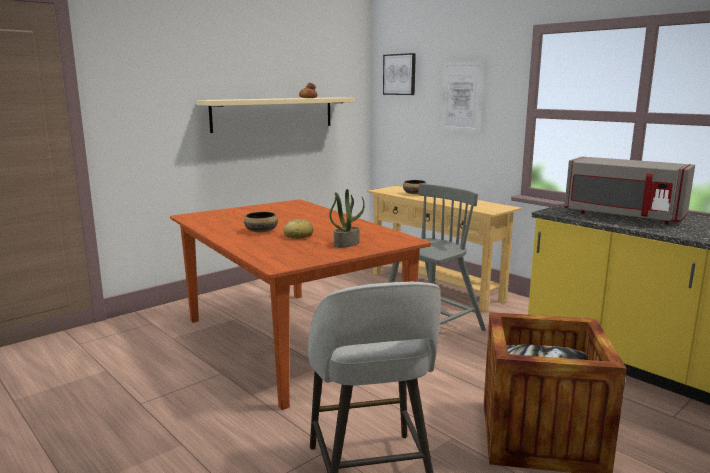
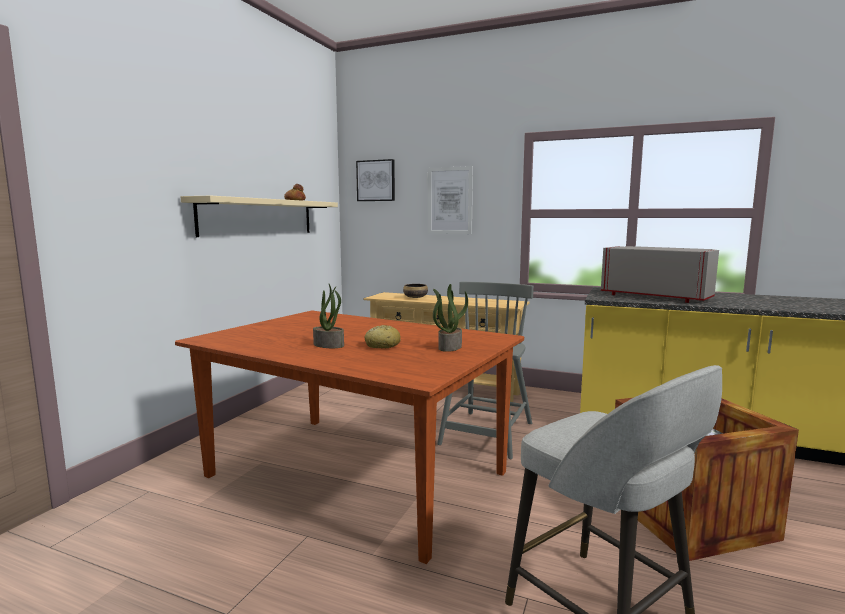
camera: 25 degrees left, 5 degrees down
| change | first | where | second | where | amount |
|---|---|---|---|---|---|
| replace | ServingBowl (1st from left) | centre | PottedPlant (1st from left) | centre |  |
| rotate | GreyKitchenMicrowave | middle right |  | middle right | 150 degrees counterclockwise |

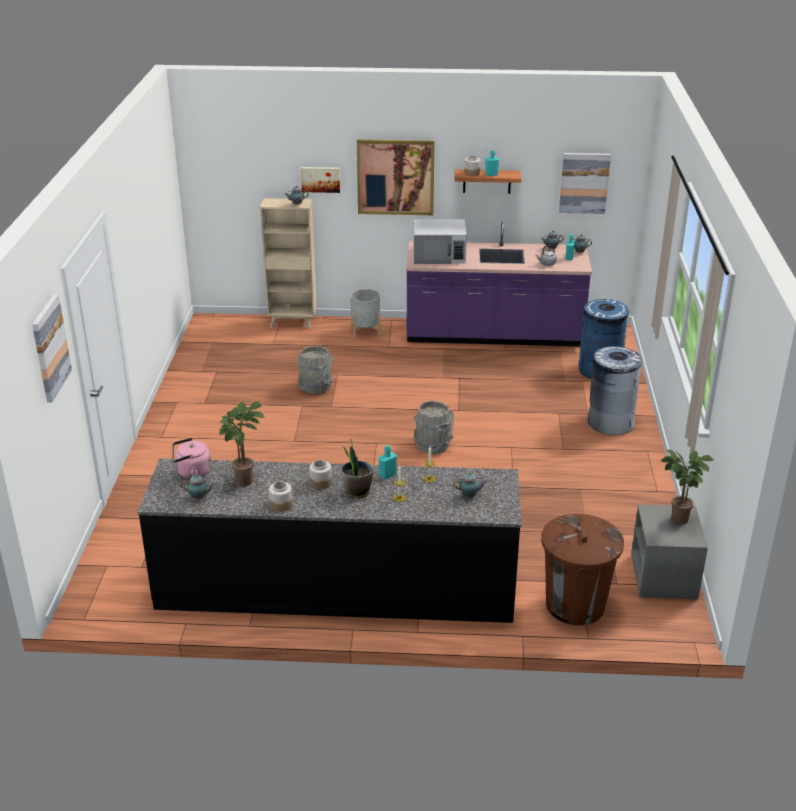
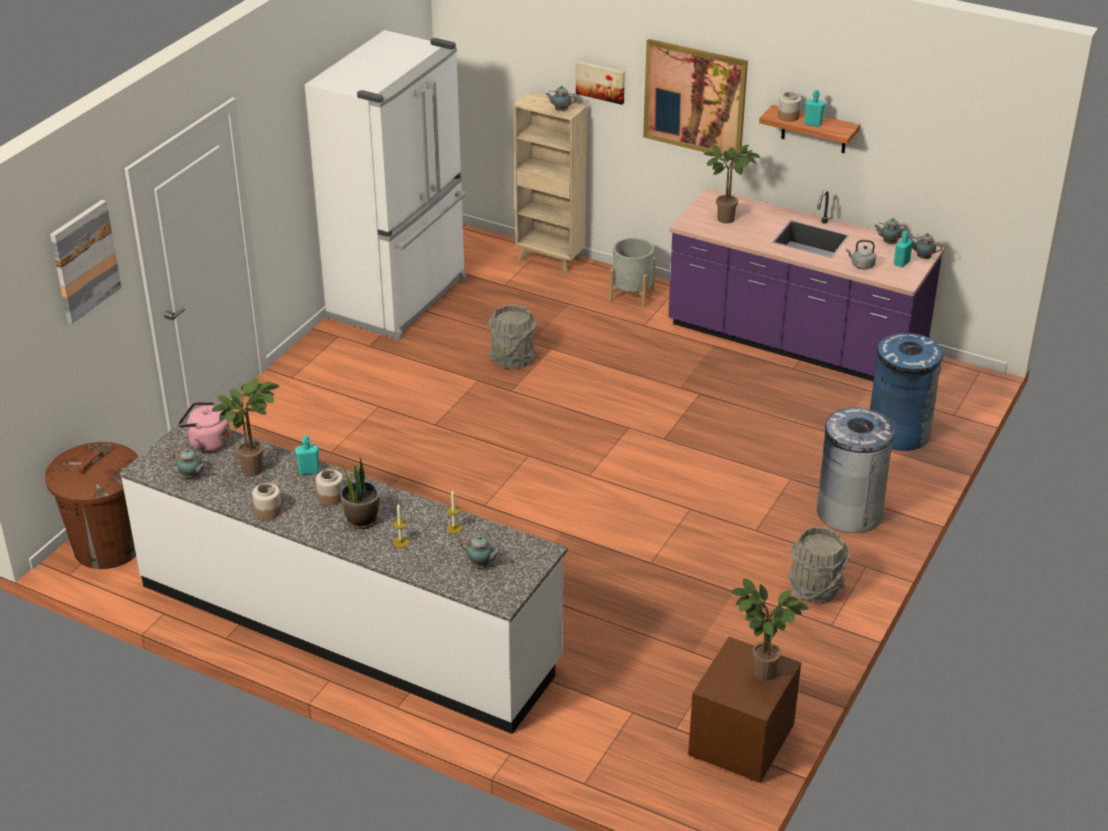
camera: 25 degrees right, 5 degrees up
| change | first | where | second | where | amount |
|---|---|---|---|---|---|
| delete | Picture (4th from left) | top right |  |  |  |
| insert |  |  | WhiteColouredFridge | top centre |  |
| move | BlueGreenDrinkBottle (1st from left) | centre |  | middle left |  |
| move | GreyBucket (2nd from left) | centre |  | bottom right |  |
| move | BrownTrashCan | bottom right |  | middle left |  |
| replace | WhiteColouredKitchenMicrowave | top centre | PottedPlant (3rd from left) | top centre |  |
| recolor | BlackColouredKitchenBaseUnit | centre | WhiteColouredKitchenBaseUnit | bottom left |  |
| recolor | GreyNightstand | bottom right | BrownNightstand | bottom right |  |

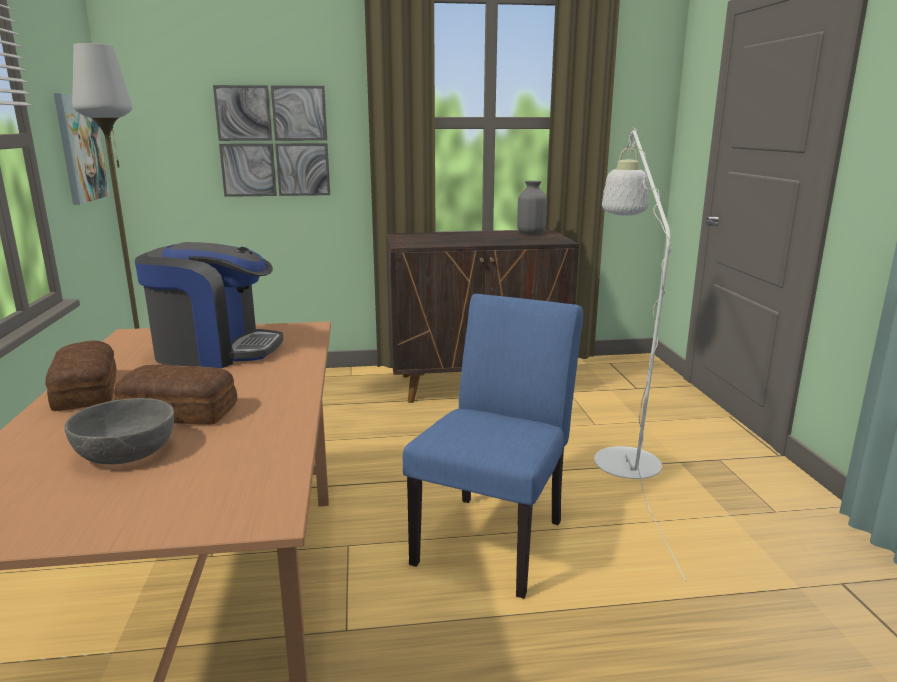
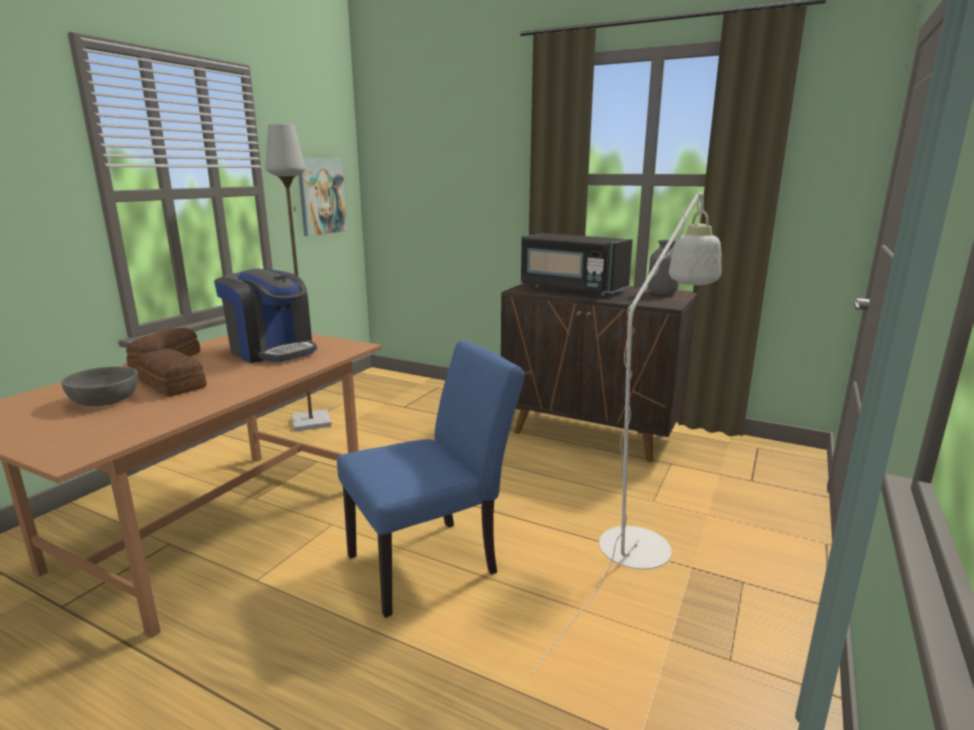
camera: 35 degrees right, 0 degrees up
| change | first | where | second | where | amount |
|---|---|---|---|---|---|
| delete | Picture (2nd from left) | top left |  |  |  |
| insert |  |  | BlackColouredKitchenMicrowave | centre |  |

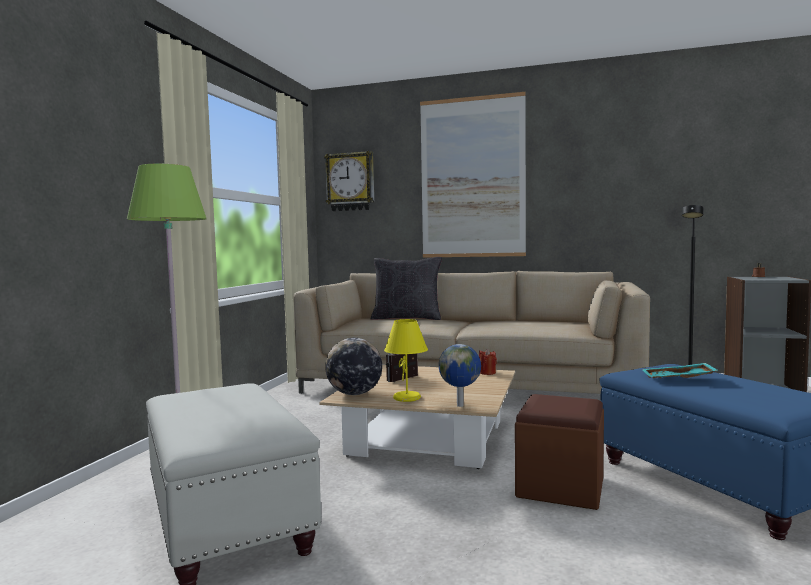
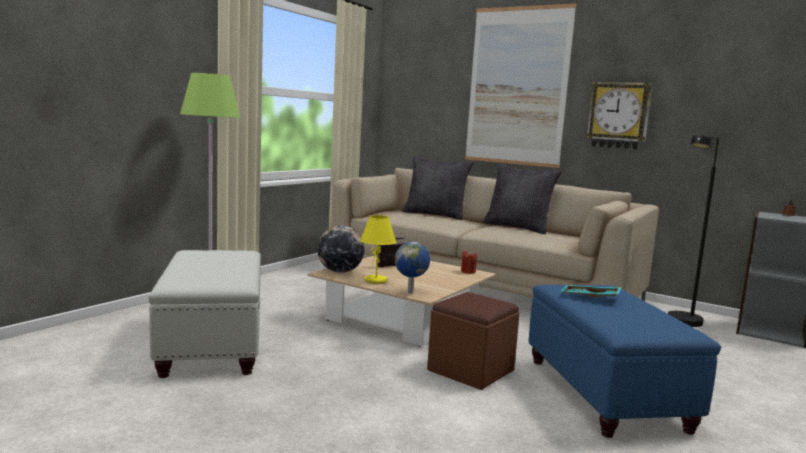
camera: 15 degrees right, 5 degrees up
| change | first | where | second | where | amount |
|---|---|---|---|---|---|
| insert |  |  | BlackColouredThrowPillow (2nd from left) | centre |  |
| move | HangingClock | top centre |  | top right |  |

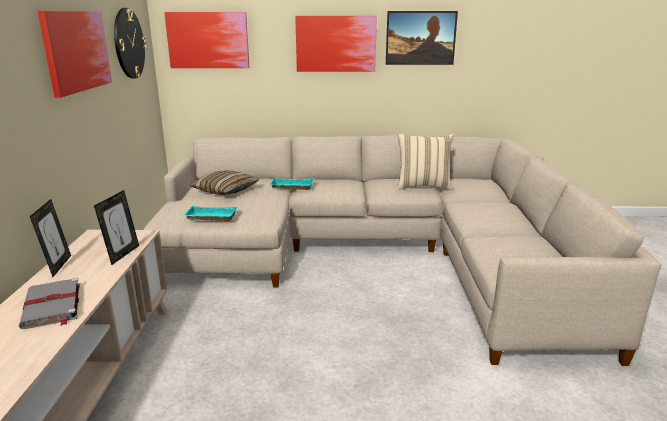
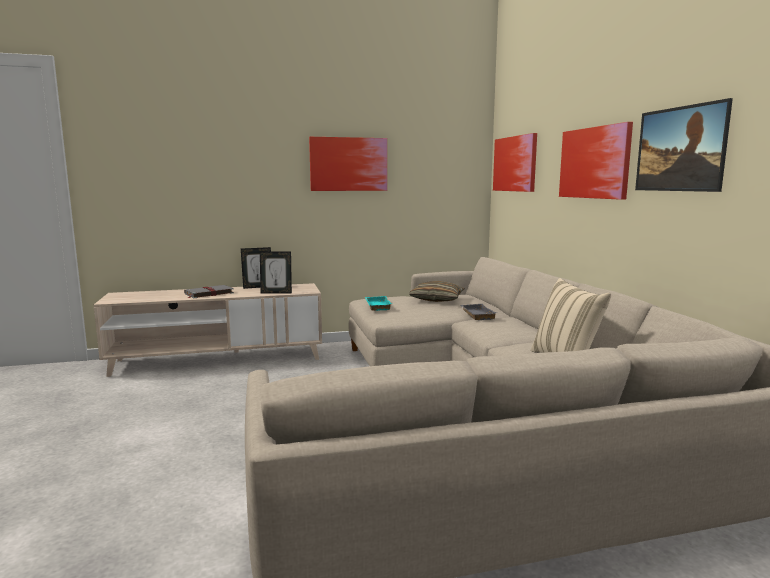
camera: 75 degrees right, 10 degrees down
| change | first | where | second | where | amount |
|---|---|---|---|---|---|
| delete | HangingClock | top left |  |  |  |
| recolor | BlueGreenCarryingTray (2nd from left) | centre | GreyCarryingTray | centre |  |

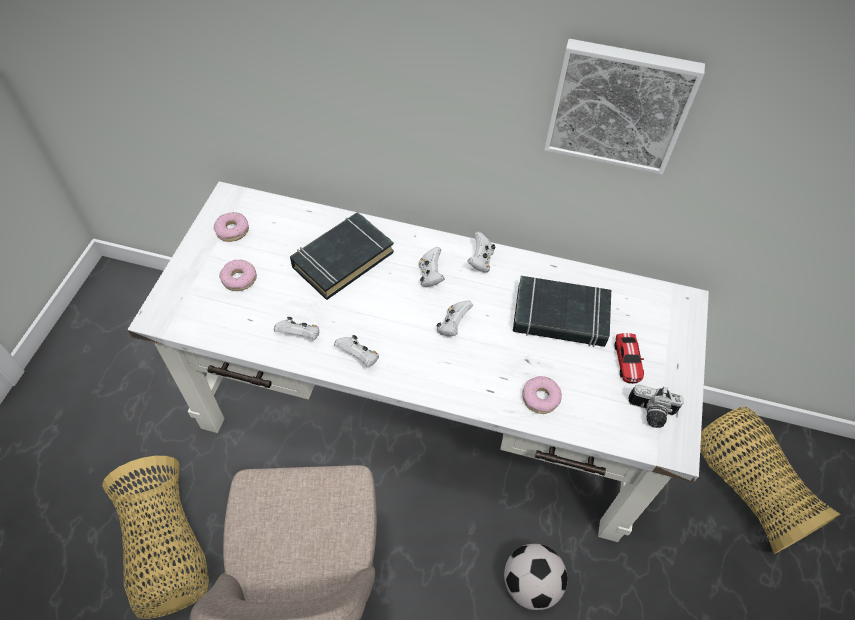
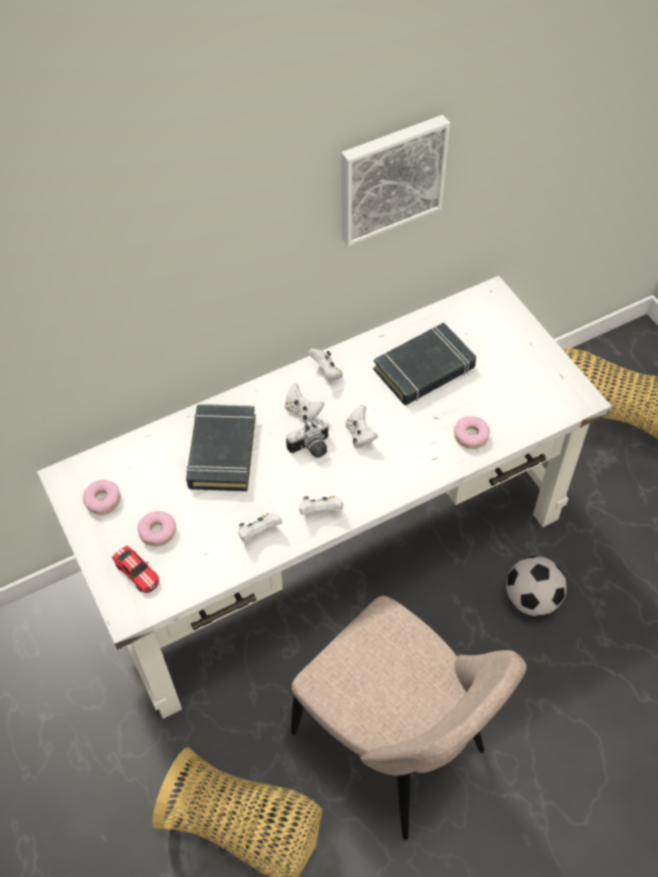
camera: 40 degrees left, 0 degrees up
| change | first | where | second | where | amount |
|---|---|---|---|---|---|
| move | ModelCar | middle right |  | middle left |  |
| move | StillCamera | middle right |  | centre |  |

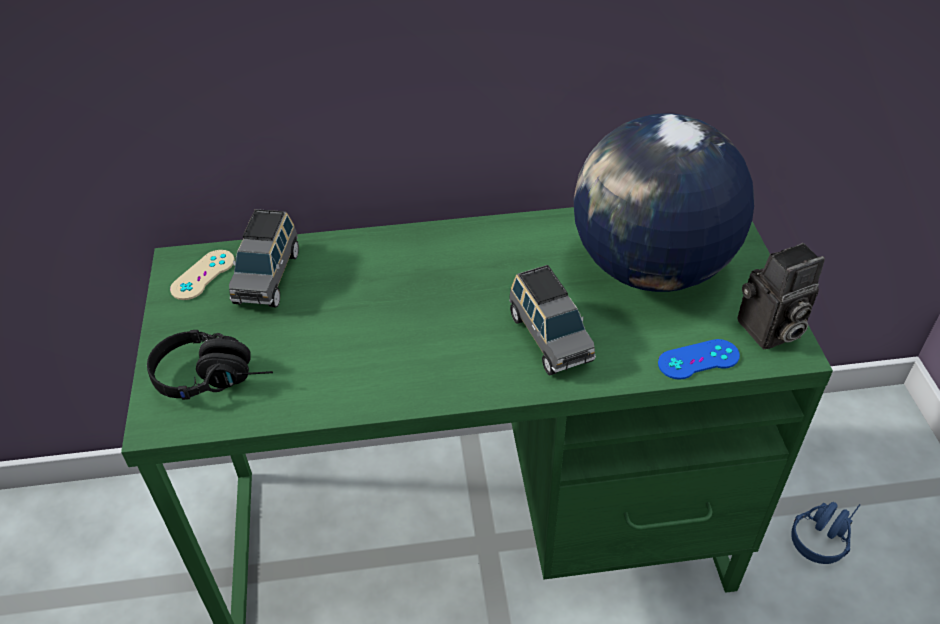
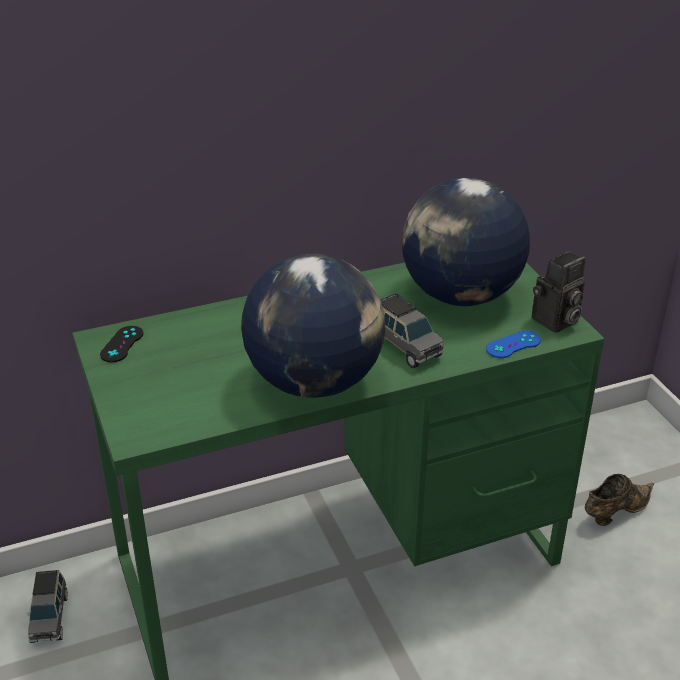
camera: 15 degrees left, 10 degrees down
| change | first | where | second | where | amount |
|---|---|---|---|---|---|
| delete | BlackColouredHeadset | middle left |  |  |  |
| insert |  |  | Globe (1st from left) | centre |  |
| move | GreyModelCar (1st from left) | middle left |  | bottom left |  |
| replace | BlueColouredHeadset | bottom right | BrownItemOfFootwear | bottom right |  |
| recolor | BeigeColouredGameController | middle left | BlackColouredGameController | middle left |  |

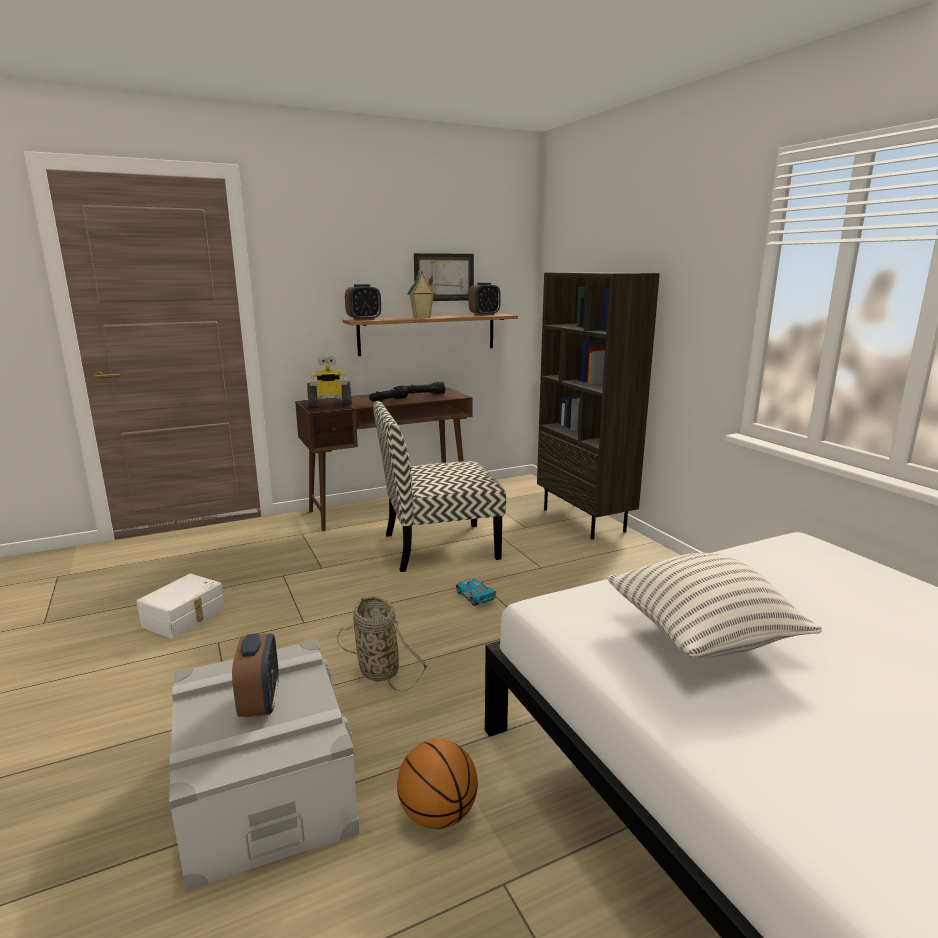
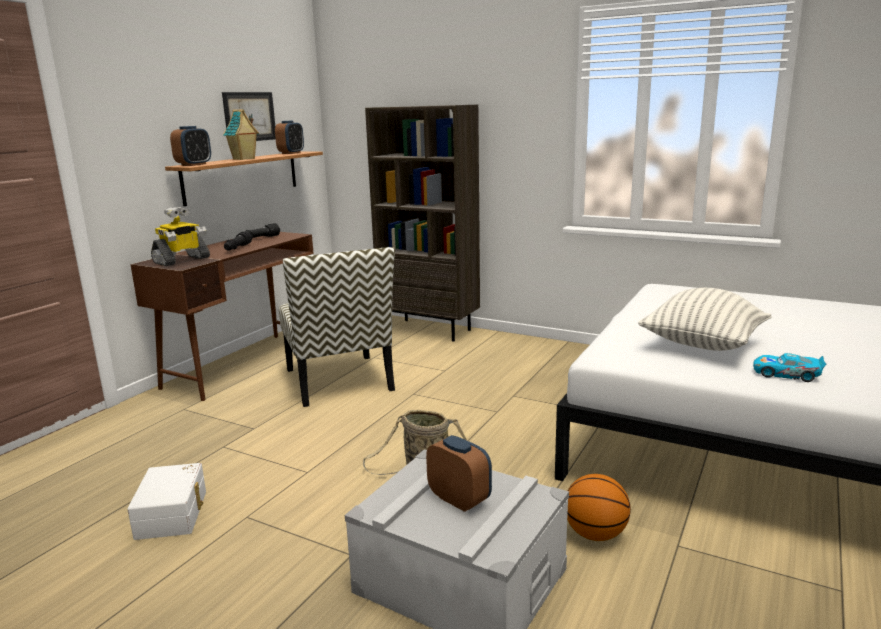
camera: 35 degrees left, 0 degrees up
| change | first | where | second | where | amount |
|---|---|---|---|---|---|
| move | ModelCar | centre |  | middle right |  |
| rotate | PlainChair | centre |  | centre | 60 degrees counterclockwise |

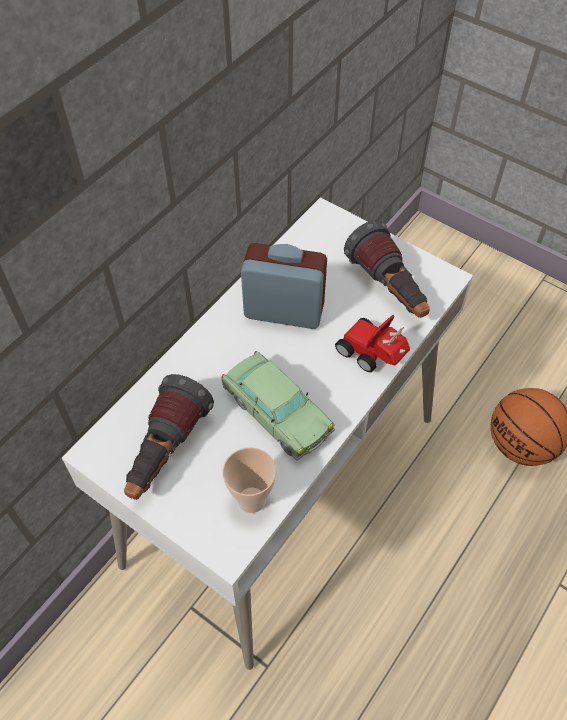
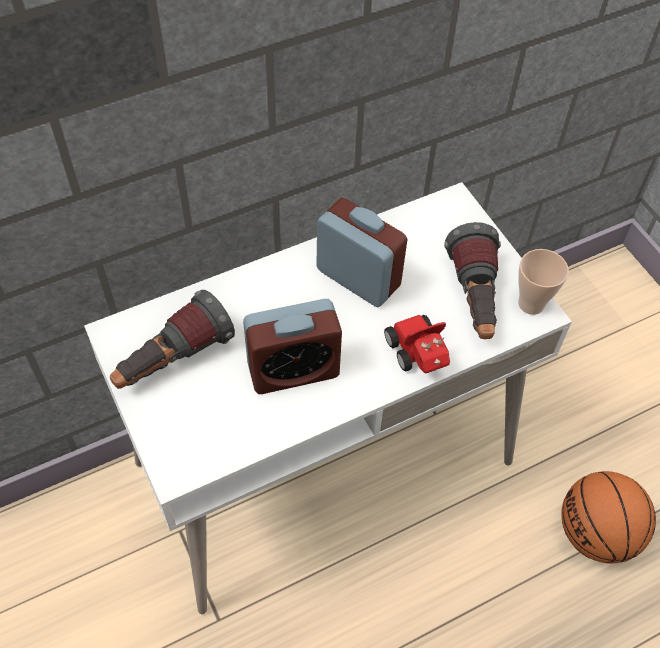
camera: 25 degrees right, 0 degrees up
| change | first | where | second | where | amount |
|---|---|---|---|---|---|
| move | DrinkingCup | bottom centre |  | middle right |  |
| replace | ModelCar (1st from left) | centre | AlarmClock (1st from left) | centre |  |

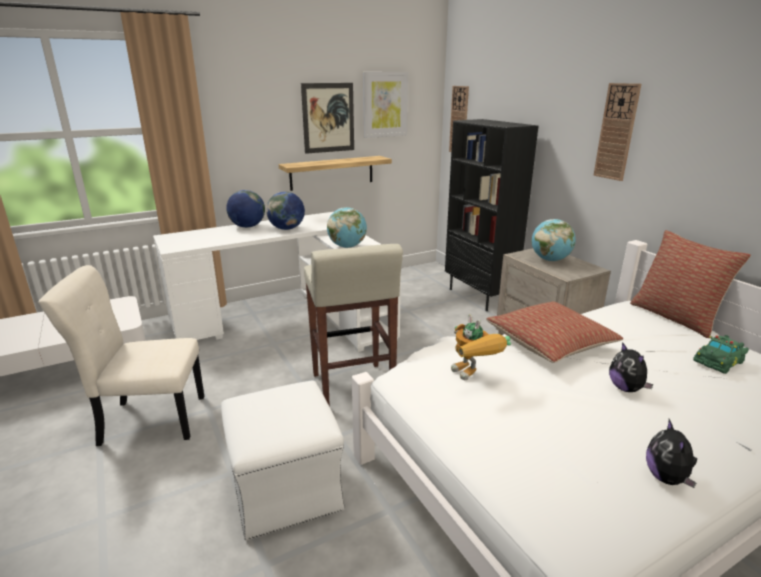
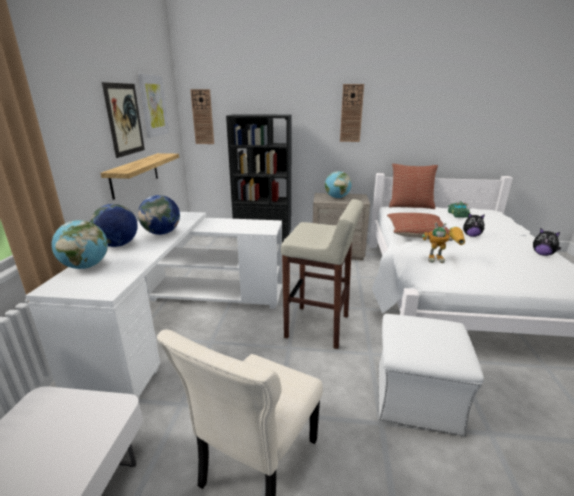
camera: 55 degrees left, 0 degrees up
| change | first | where | second | where | amount |
|---|---|---|---|---|---|
| move | Globe (3rd from left in the first image) | centre | Globe (1st from left) | middle left |  |

